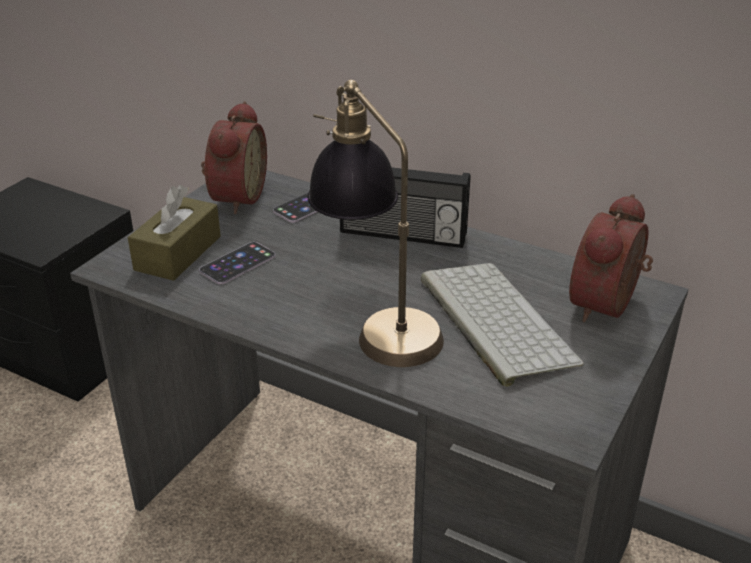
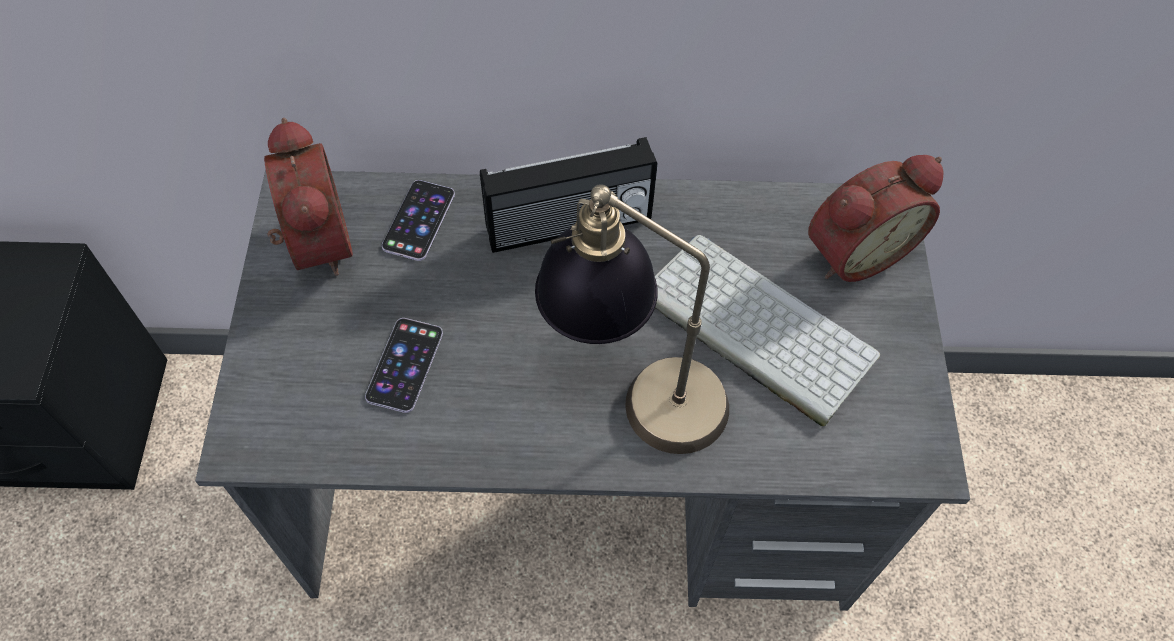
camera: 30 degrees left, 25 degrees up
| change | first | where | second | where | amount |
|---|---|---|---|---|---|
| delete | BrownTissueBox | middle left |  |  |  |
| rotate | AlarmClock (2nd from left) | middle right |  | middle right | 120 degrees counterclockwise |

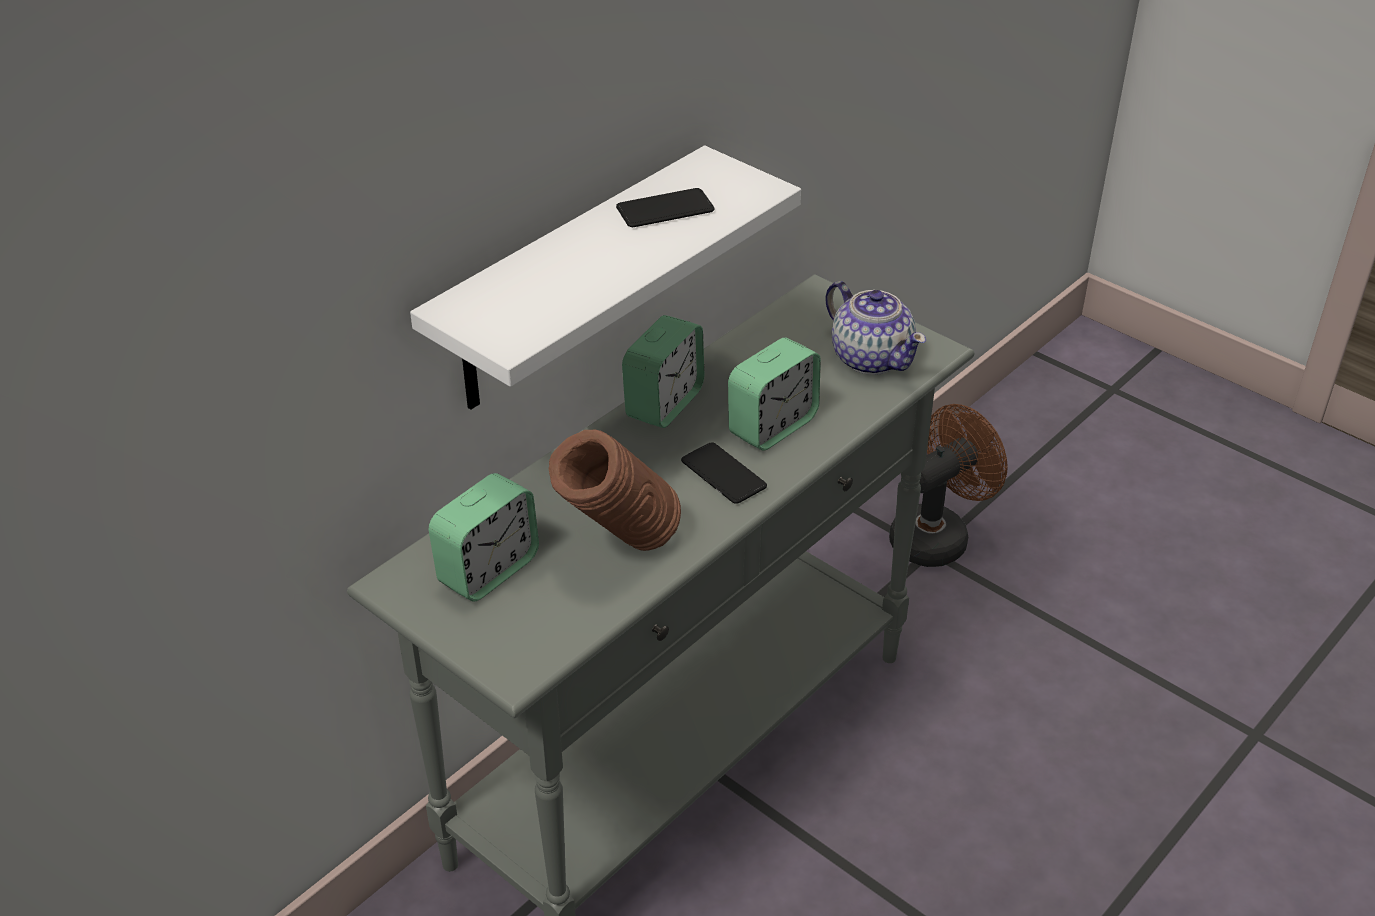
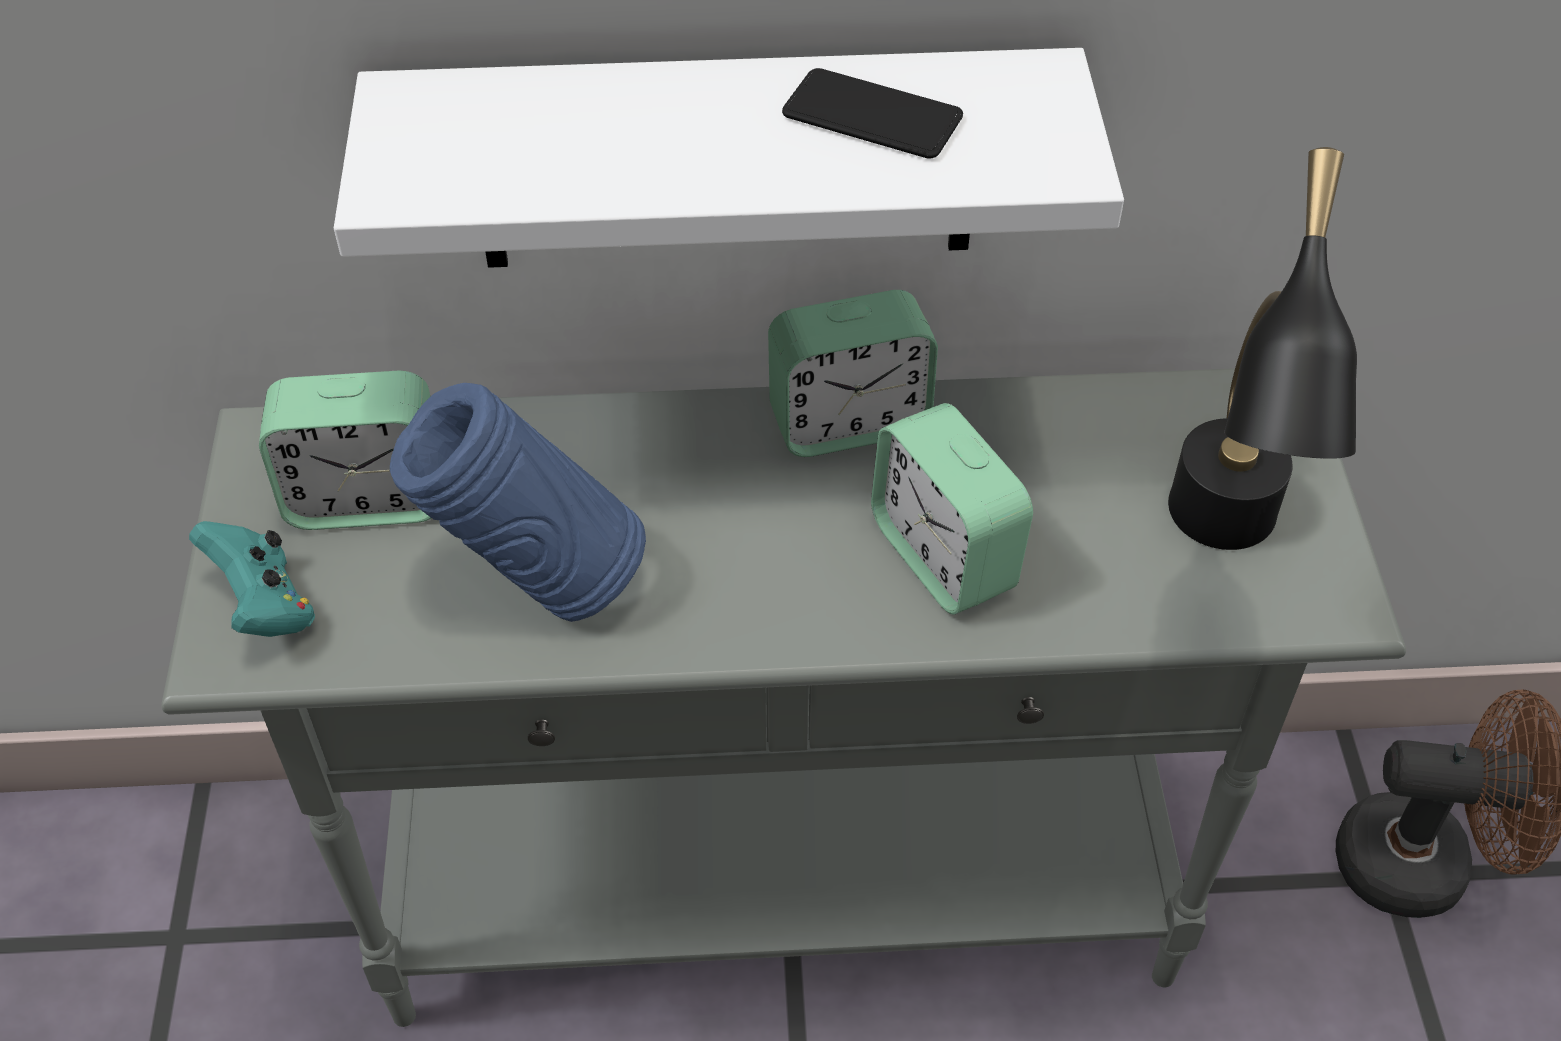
camera: 45 degrees right, 10 degrees up
| change | first | where | second | where | amount |
|---|---|---|---|---|---|
| delete | Phone (2nd from left) | centre |  |  |  |
| insert |  |  | BlueGreenGameController | middle left |  |
| replace | Teapot | centre | BlackColouredTabletopLamp | middle right |  |
| recolor | BrownFlowerVase | centre | BlueColouredFlowerVase | middle left |  |
| rotate | AlarmClock (3rd from left) | centre |  | centre | 60 degrees clockwise |

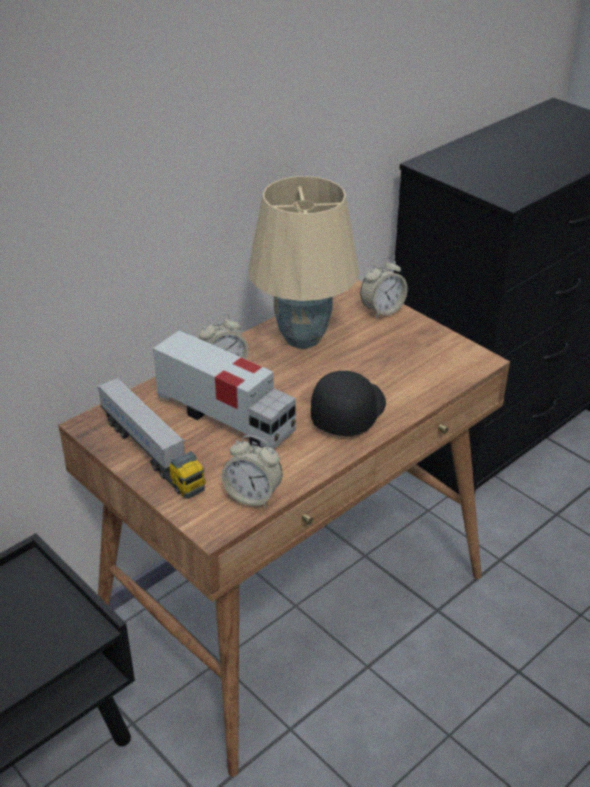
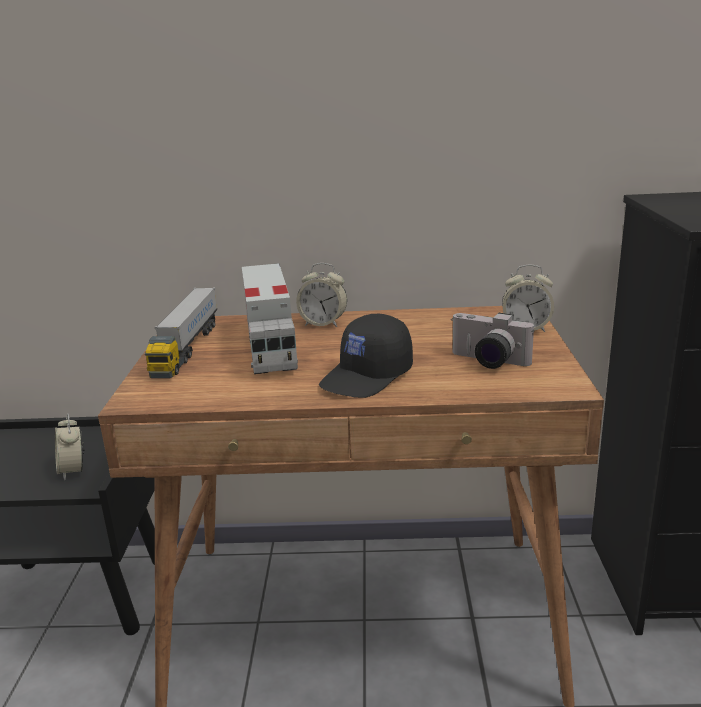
camera: 45 degrees right, 15 degrees down
| change | first | where | second | where | amount |
|---|---|---|---|---|---|
| delete | BeigeColouredTabletopLamp | top centre |  |  |  |
| insert |  |  | StillCamera | middle right |  |
| move | AlarmClock (2nd from left in the first image) | centre | AlarmClock (1st from left) | middle left |  |
| rotate | BlackColouredCap | centre |  | centre | 150 degrees clockwise |

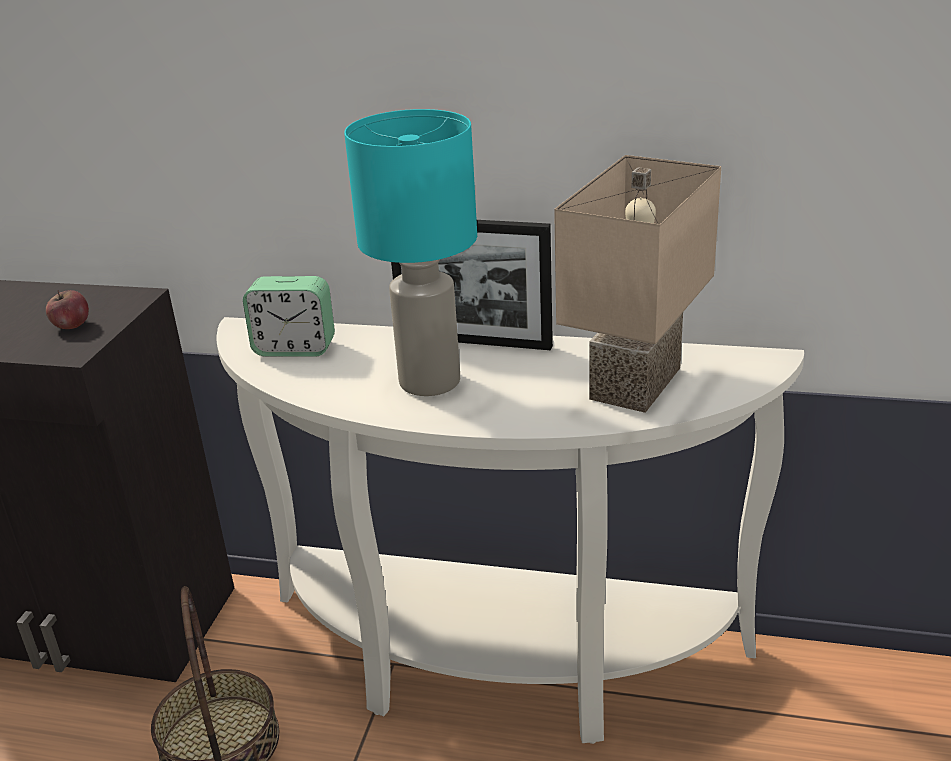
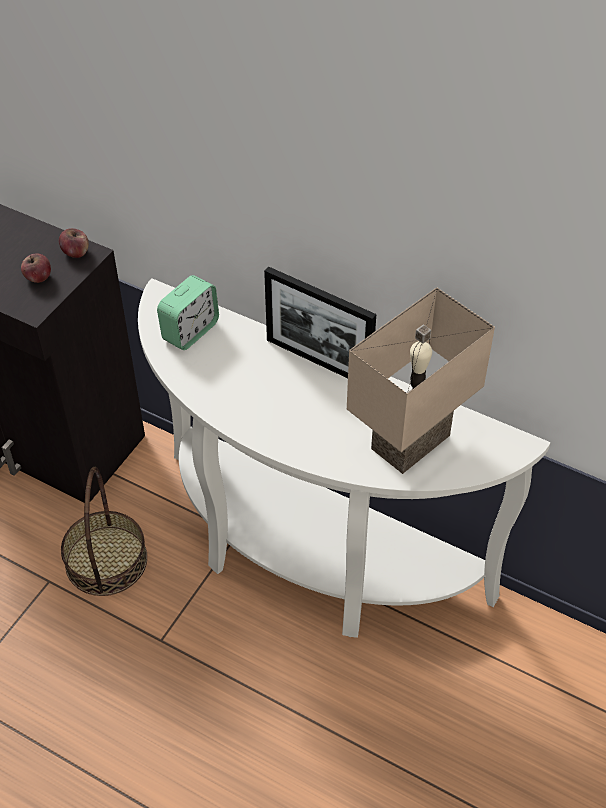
camera: 15 degrees right, 20 degrees up
| change | first | where | second | where | amount |
|---|---|---|---|---|---|
| delete | BlueGreenTabletopLamp | top centre |  |  |  |
| insert |  |  | AppleFruit (2nd from left) | top left |  |
| rotate | AlarmClock | middle left |  | middle left | 75 degrees counterclockwise |

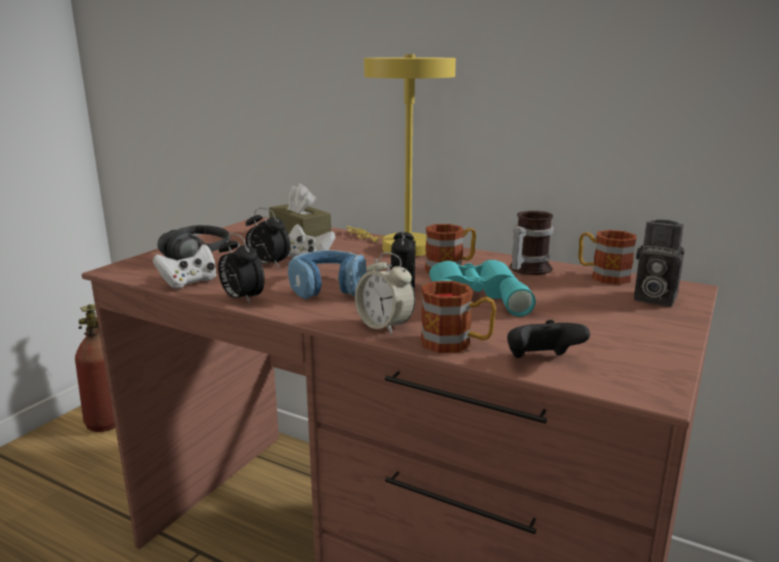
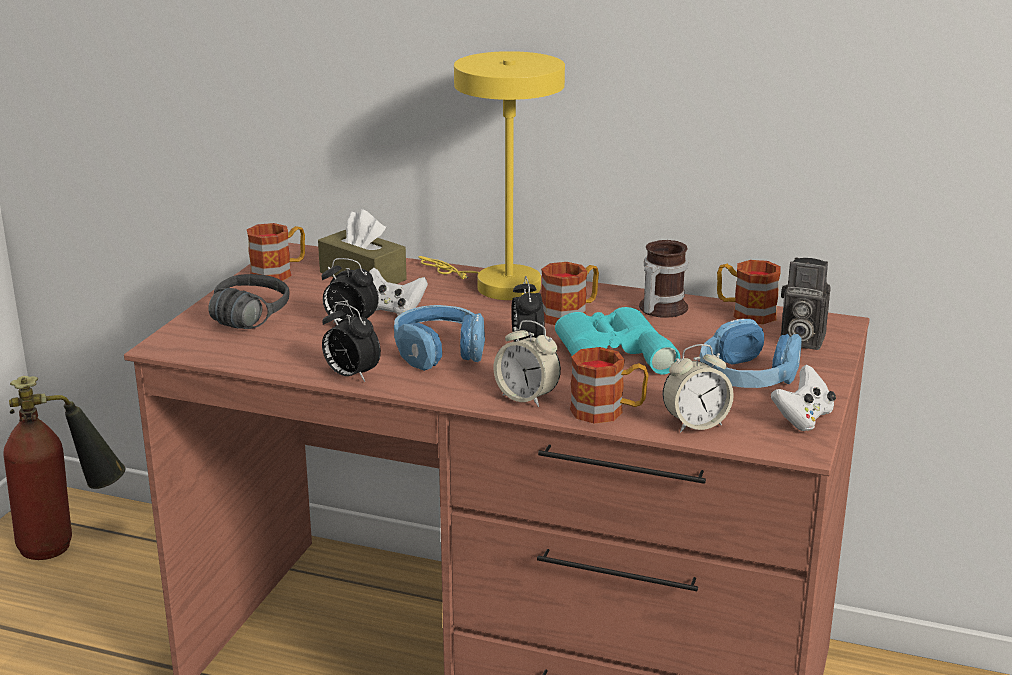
camera: 10 degrees left, 5 degrees up
| change | first | where | second | where | amount |
|---|---|---|---|---|---|
| insert |  |  | TeaMug (1st from left) | middle left |  |
| insert |  |  | BlueColouredHeadset (2nd from left) | middle right |  |
| move | WhiteColouredGameController (1st from left in the first image) | middle left | WhiteColouredGameController (2nd from left) | middle right |  |
| replace | BlackColouredGameController | middle right | AlarmClock (5th from left) | middle right |  |

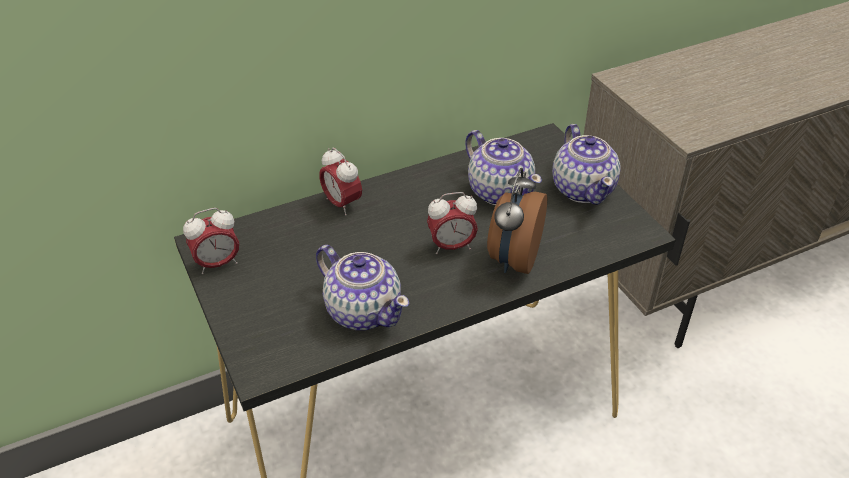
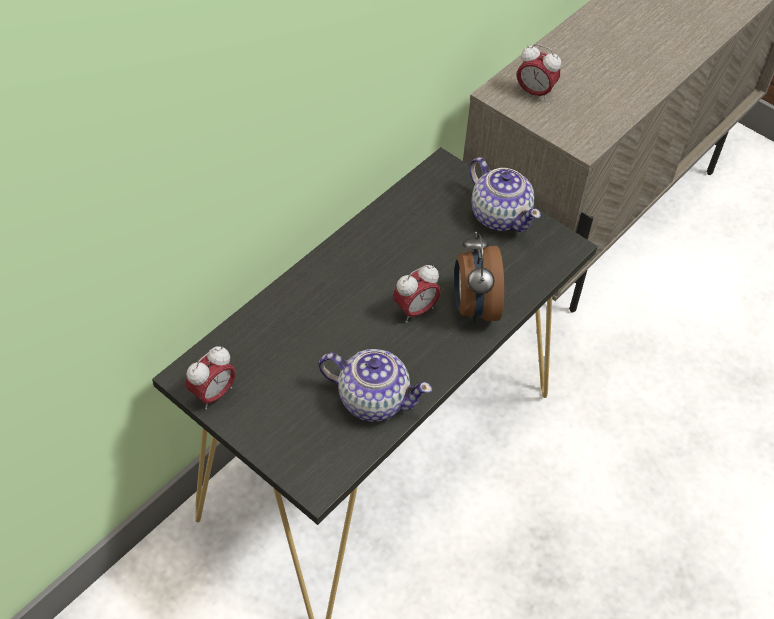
camera: 25 degrees left, 10 degrees up
| change | first | where | second | where | amount |
|---|---|---|---|---|---|
| delete | Teapot (2nd from left) | centre |  |  |  |
| move | AlarmClock (2nd from left in the first image) | centre | AlarmClock (4th from left) | top right |  |

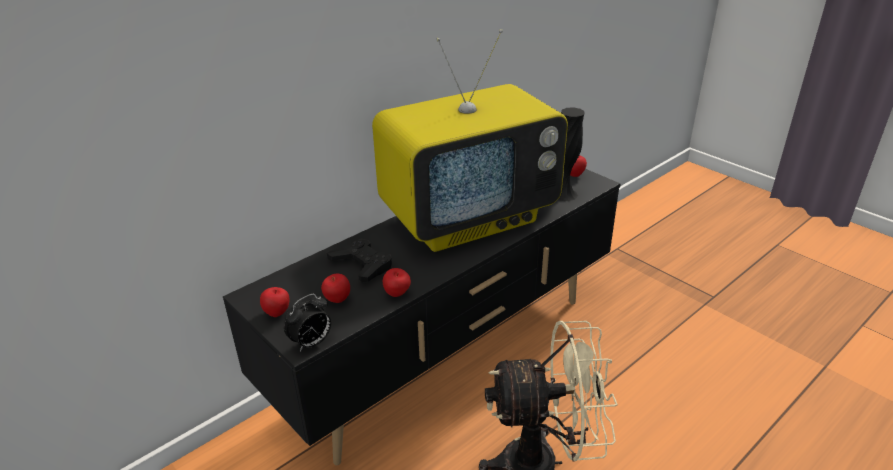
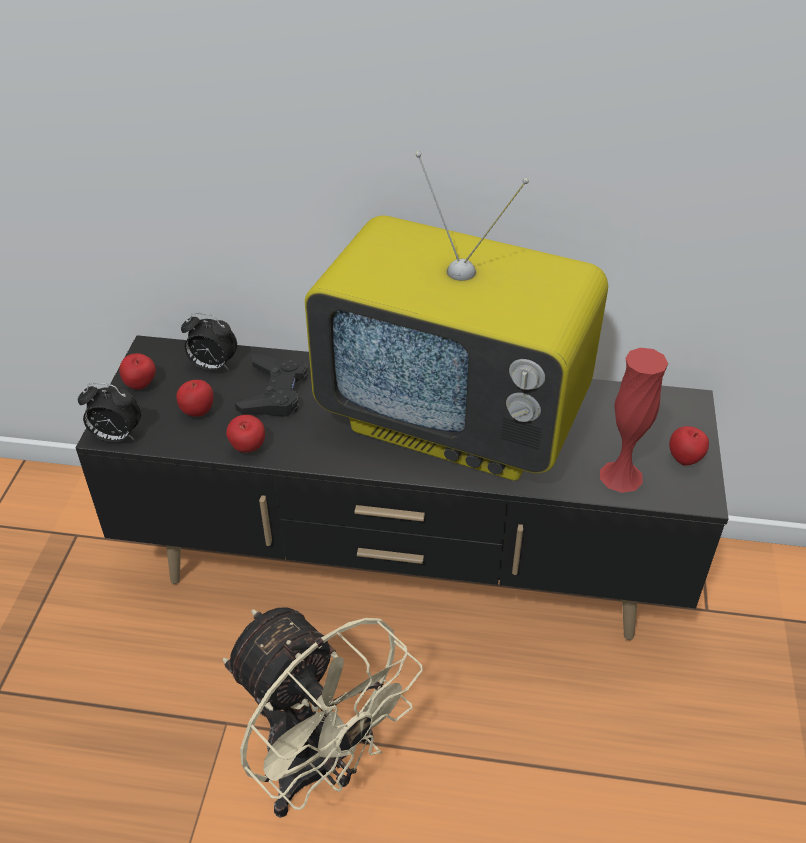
camera: 50 degrees right, 10 degrees up
| change | first | where | second | where | amount |
|---|---|---|---|---|---|
| insert |  |  | AlarmClock (2nd from left) | middle left |  |
| recolor | BlackColouredFlowerVase | top centre | ReddishFlowerVase | middle right |  |

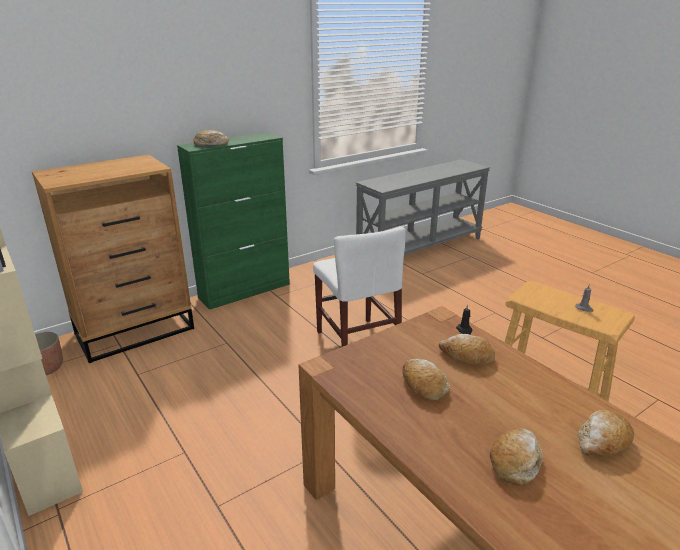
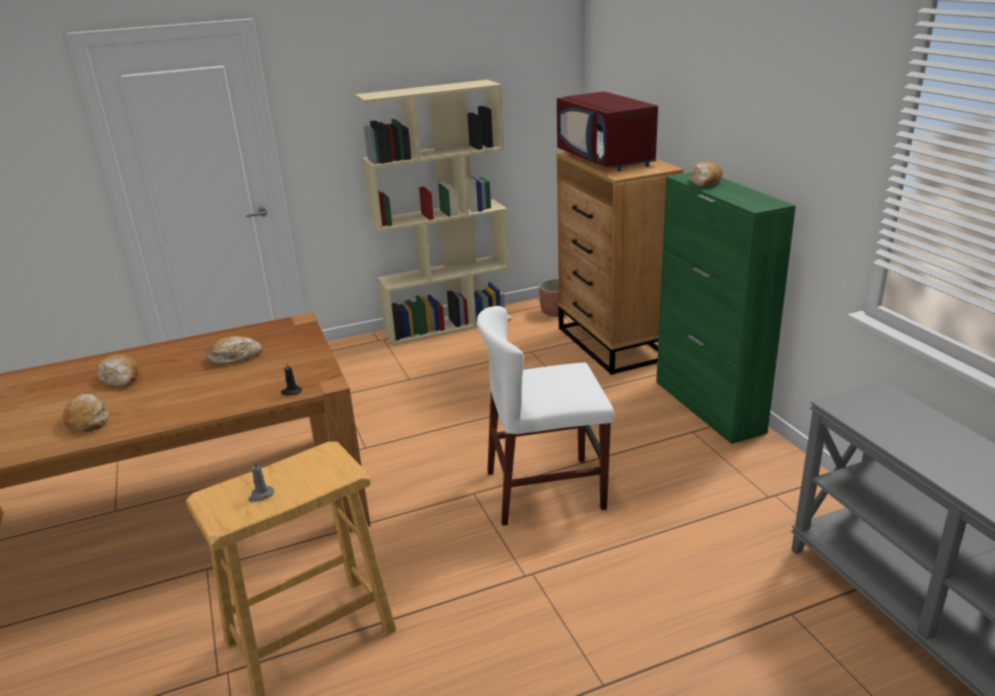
camera: 105 degrees right, 0 degrees up
| change | first | where | second | where | amount |
|---|---|---|---|---|---|
| delete | Bread (3rd from left) | middle right |  |  |  |
| insert |  |  | ReddishKitchenMicrowave | top centre |  |

